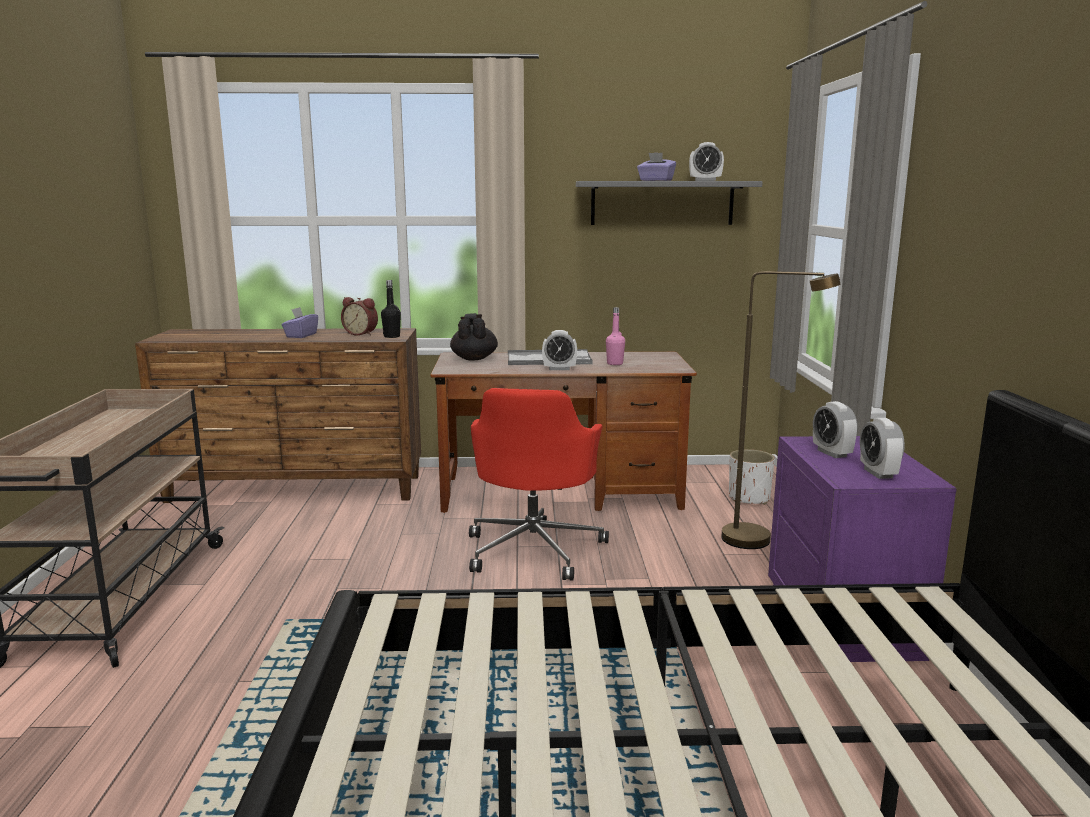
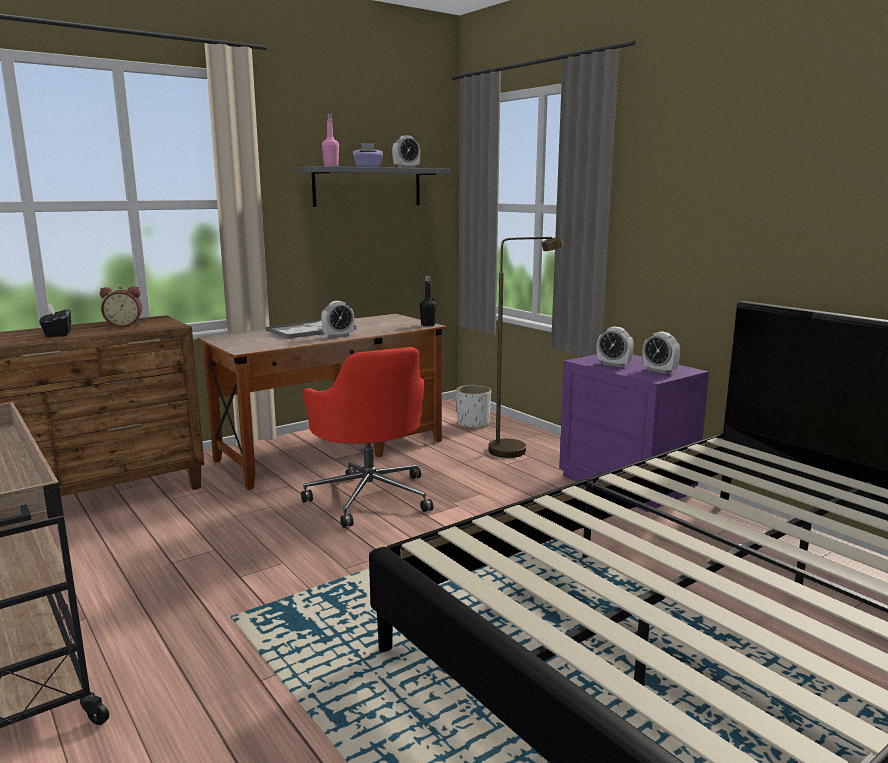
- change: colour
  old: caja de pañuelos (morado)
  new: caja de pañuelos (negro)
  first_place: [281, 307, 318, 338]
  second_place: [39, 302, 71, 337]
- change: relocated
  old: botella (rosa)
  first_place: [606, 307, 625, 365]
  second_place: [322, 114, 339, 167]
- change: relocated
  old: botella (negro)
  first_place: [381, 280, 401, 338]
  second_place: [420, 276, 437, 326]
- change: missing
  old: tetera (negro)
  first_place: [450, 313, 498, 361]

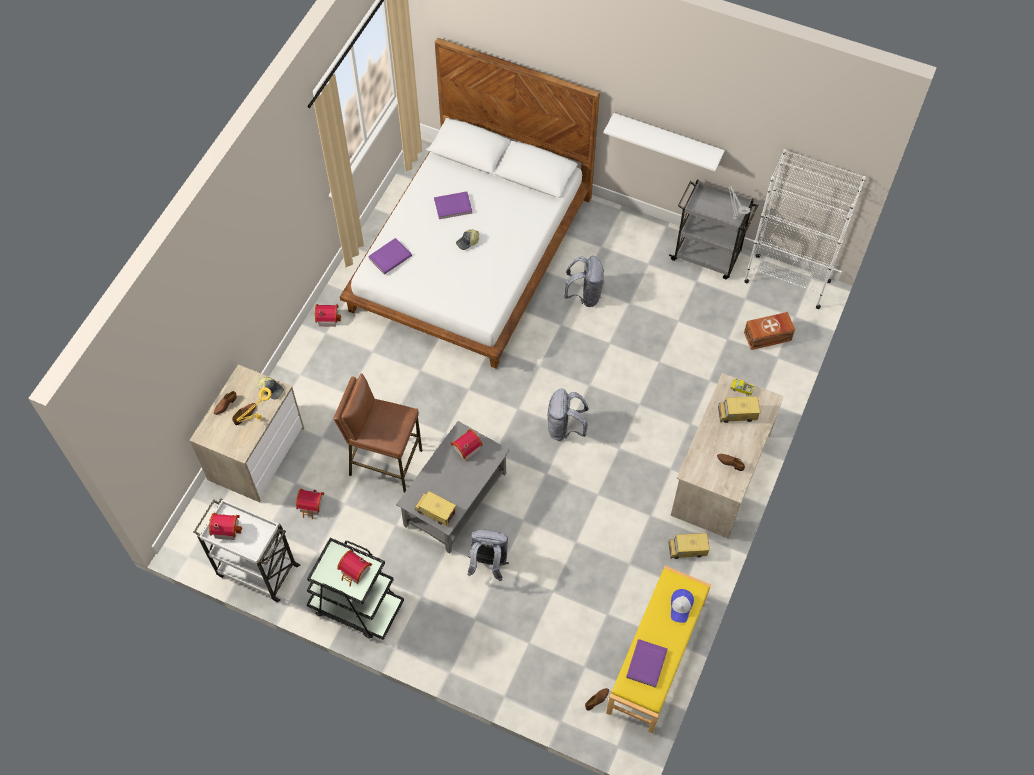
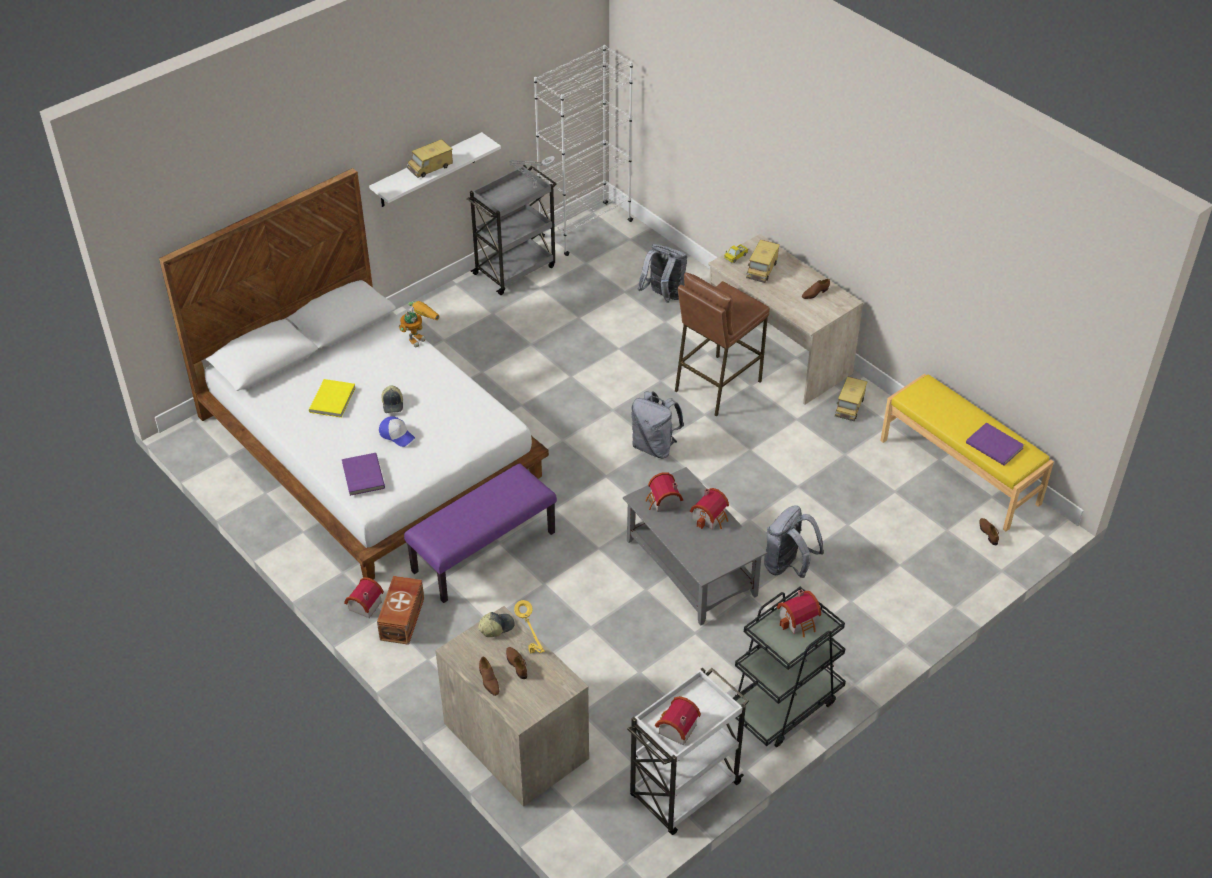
- change: colour
  old: libro (morado)
  new: libro (amarillo)
  first_place: [434, 192, 472, 219]
  second_place: [309, 379, 356, 418]
- change: relocated
  old: caja de almacenaje (marrón)
  first_place: [744, 312, 795, 350]
  second_place: [377, 576, 424, 645]
- change: relocated
  old: gorra
  first_place: [671, 589, 694, 623]
  second_place: [379, 416, 415, 447]
- change: appeared
  new: robot de juguete
  second_place: [399, 301, 440, 348]
- change: appeared
  new: banco (morado)
  second_place: [404, 464, 557, 603]
- change: relocated
  old: camión de juguete
  first_place: [414, 491, 456, 526]
  second_place: [407, 139, 453, 178]
- change: relocated
  old: mochila (gris)
  first_place: [564, 256, 604, 307]
  second_place: [638, 244, 687, 303]
- change: relocated
  old: taburete (marrón)
  first_place: [333, 373, 422, 493]
  second_place: [675, 273, 770, 417]
- change: relocated
  old: casita
  first_place: [296, 489, 324, 519]
  second_place: [690, 488, 729, 529]

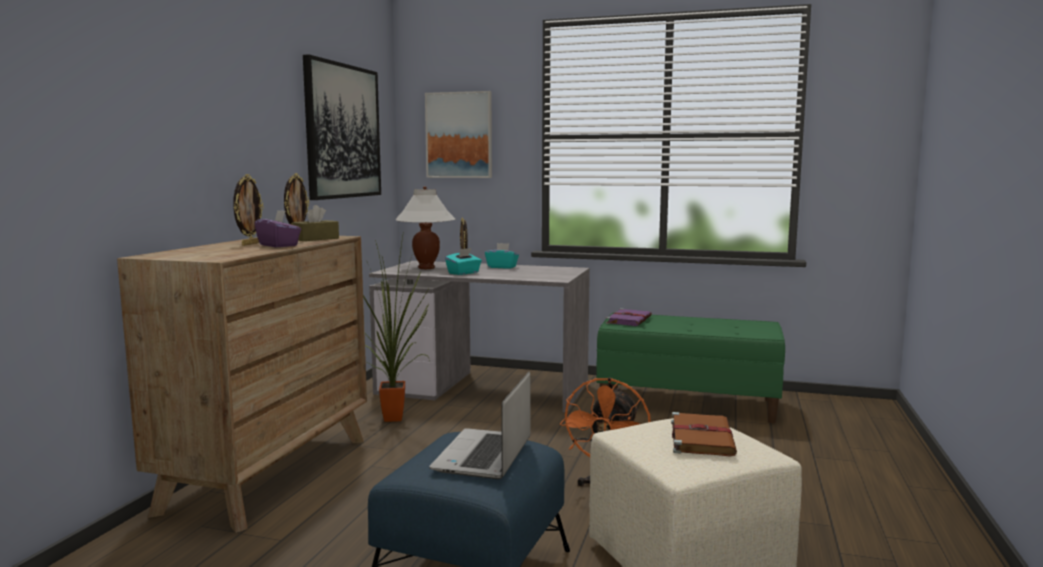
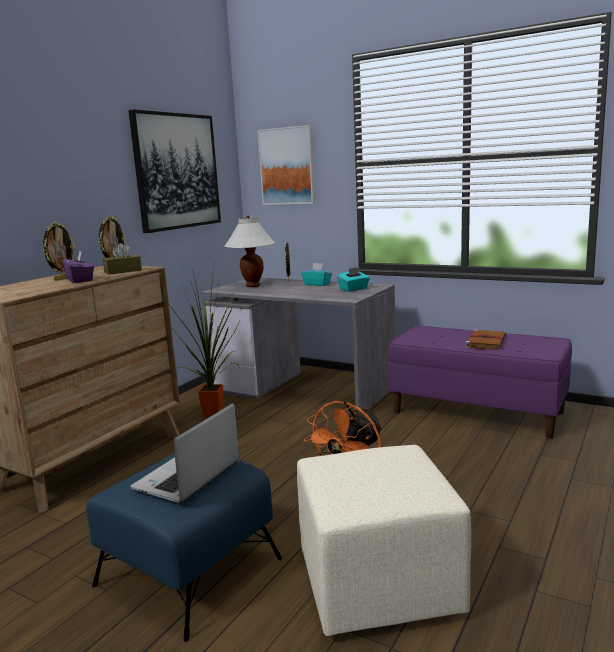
- change: relocated
  old: caja de pañuelos (turquesa)
  first_place: [445, 248, 482, 275]
  second_place: [337, 267, 370, 292]
- change: colour
  old: banco (verde)
  new: banco (morado)
  first_place: [596, 313, 785, 423]
  second_place: [387, 326, 572, 439]
- change: relocated
  old: libro (marrón)
  first_place: [671, 412, 737, 456]
  second_place: [465, 330, 506, 350]
- change: missing
  old: libro (morado)
  first_place: [606, 309, 652, 326]

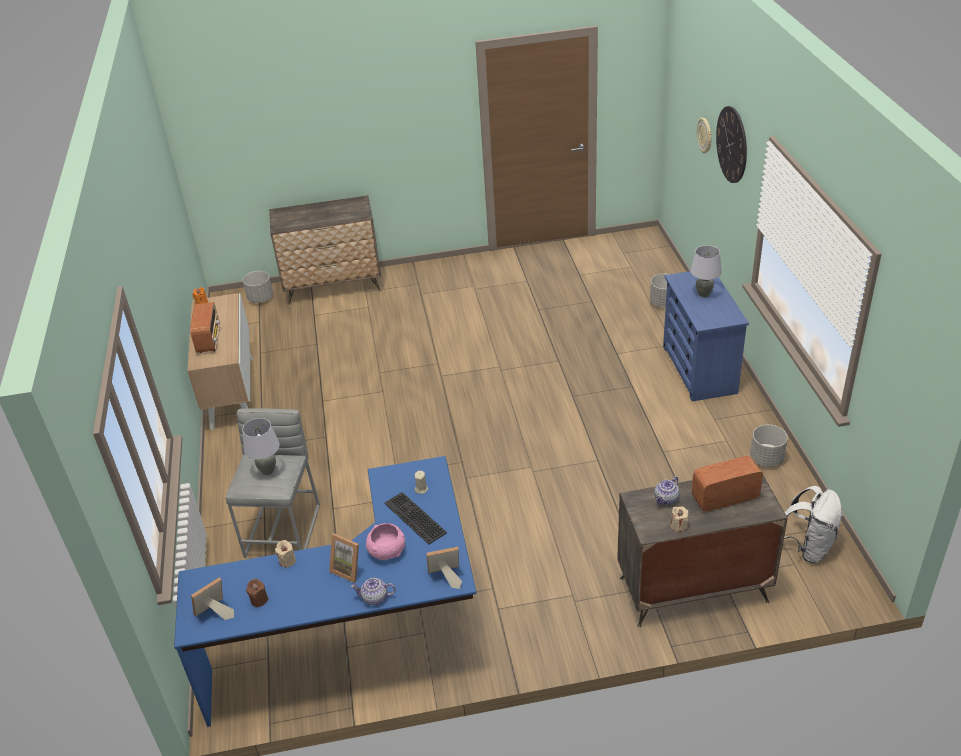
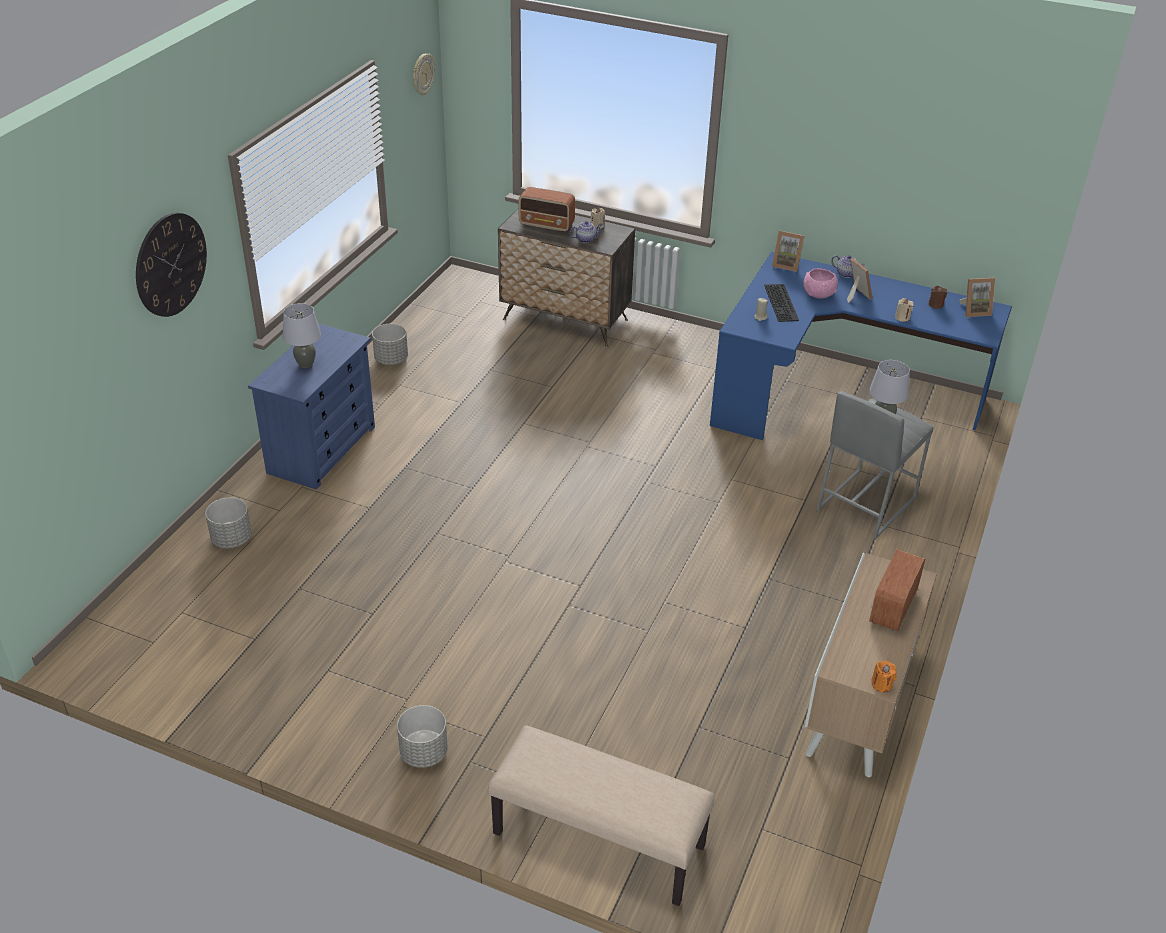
- change: relocated
  old: maceta (gris)
  first_place: [243, 271, 273, 303]
  second_place: [397, 705, 448, 768]
- change: relocated
  old: reloj de pared
  first_place: [697, 117, 712, 153]
  second_place: [413, 53, 435, 95]
- change: exchanged
  old: cómoda
  new: banco (beis)
  first_place: [269, 195, 381, 306]
  second_place: [488, 725, 715, 906]
- change: missing
  old: mochila (blanco)
  first_place: [784, 486, 843, 563]

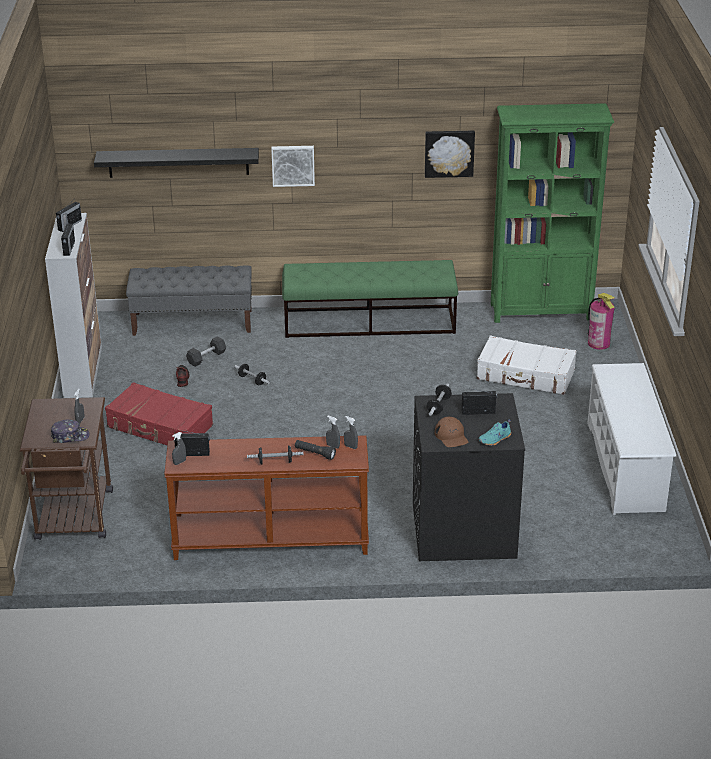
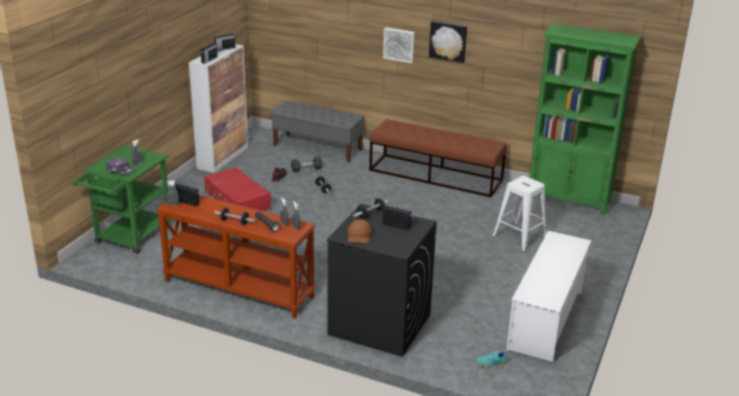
- change: colour
  old: carrito (marrón)
  new: carrito (verde)
  first_place: [20, 397, 113, 540]
  second_place: [72, 145, 172, 254]
- change: colour
  old: banco (verde)
  new: banco (marrón)
  first_place: [282, 260, 458, 338]
  second_place: [369, 119, 507, 197]
- change: relocated
  old: cuadro
  first_place: [425, 131, 475, 178]
  second_place: [429, 21, 467, 63]
- change: relocated
  old: zapato (turquesa)
  first_place: [479, 419, 511, 446]
  second_place: [477, 351, 508, 368]
- change: exchanged
  old: maleta (blanco)
  new: taburete (blanco)
  first_place: [477, 336, 577, 395]
  second_place: [492, 176, 547, 252]
- change: missing
  old: estante (negro)
  first_place: [94, 148, 259, 178]
- change: missing
  old: extintor
  first_place: [588, 293, 615, 350]

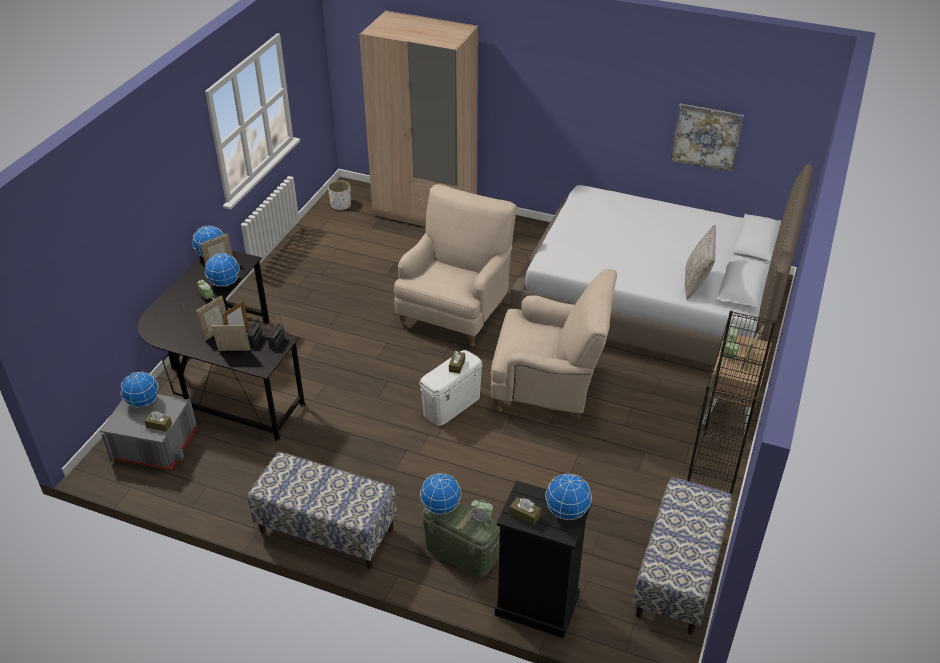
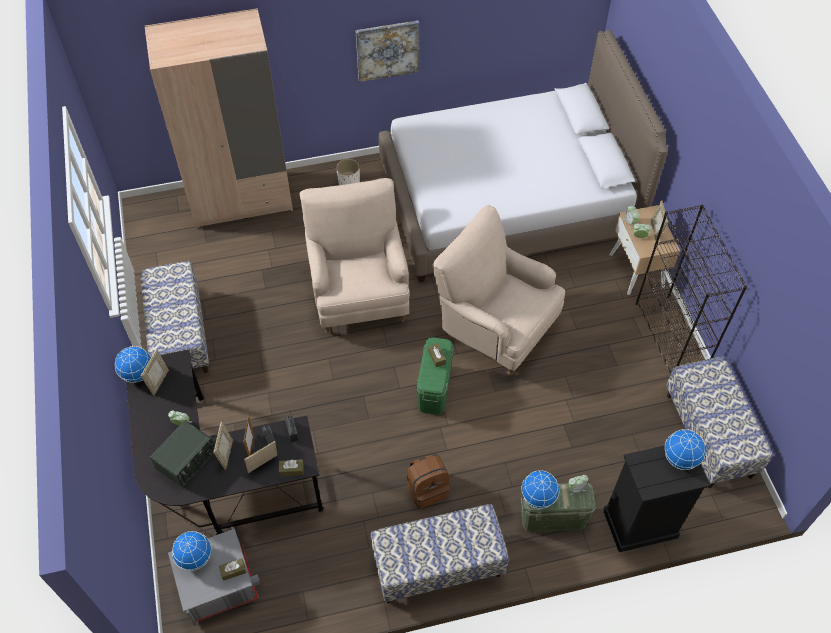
- change: appeared
  new: banco
  second_place: [140, 261, 209, 373]
- change: appeared
  new: radio
  second_place: [150, 420, 215, 487]
- change: relocated
  old: caja de pañuelos (marrón)
  first_place: [510, 497, 541, 526]
  second_place: [279, 459, 303, 477]
- change: relocated
  old: maceta (blanco)
  first_place: [328, 180, 351, 210]
  second_place: [336, 159, 360, 185]
- change: relocated
  old: cuadro
  first_place: [671, 103, 744, 173]
  second_place: [356, 20, 419, 82]
- change: appeared
  new: mochila (marrón)
  second_place: [407, 455, 450, 509]
- change: colour
  old: caja de almacenaje (blanco)
  new: caja de almacenaje (verde)
  first_place: [420, 350, 482, 426]
  second_place: [416, 337, 454, 415]
- change: spun
  old: sillón (beis)
  first_place: [491, 269, 617, 421]
  second_place: [432, 205, 565, 375]
  degrees: -120
- change: missing
  old: globo terráqueo
  first_place: [205, 253, 240, 287]
- change: missing
  old: cojín (gris)
  first_place: [685, 225, 716, 300]

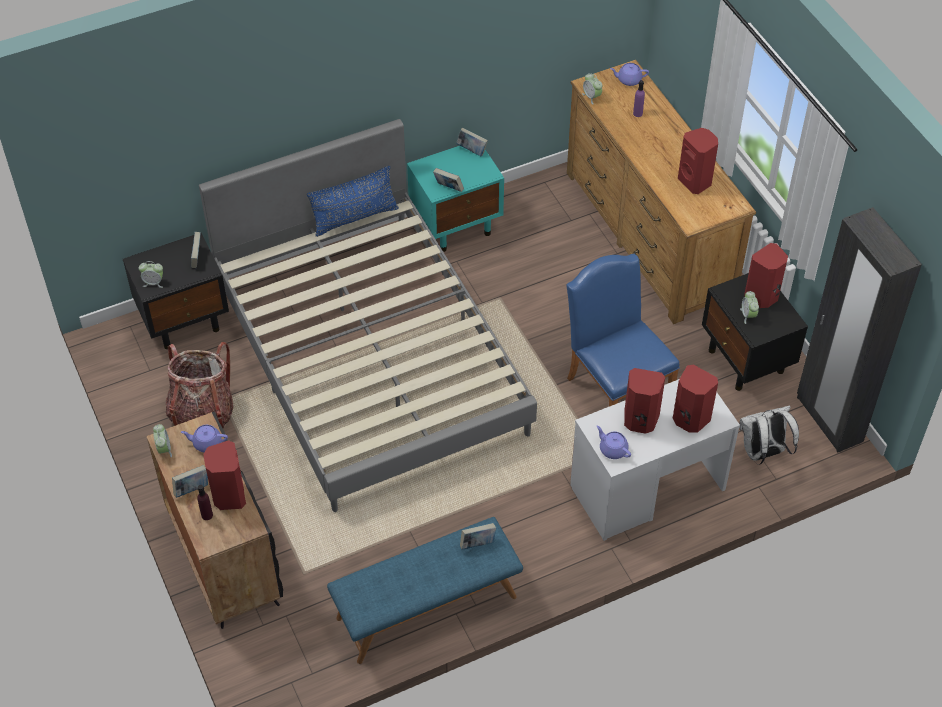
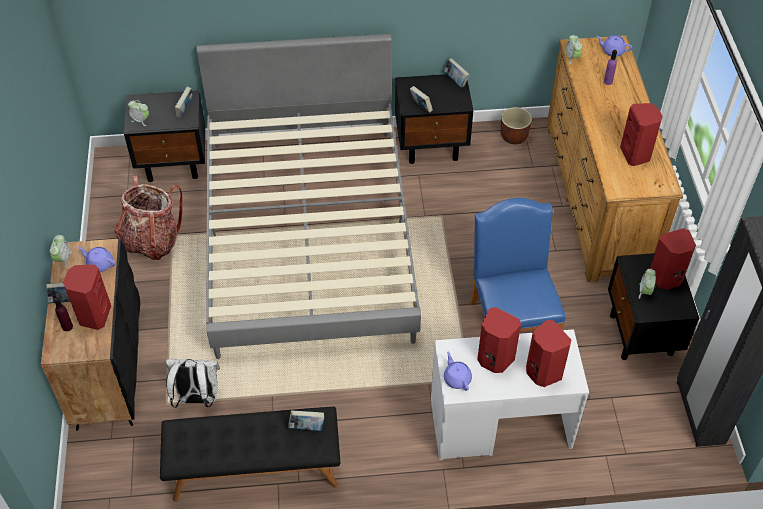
- change: colour
  old: banco (azul)
  new: banco (negro)
  first_place: [327, 517, 523, 664]
  second_place: [160, 407, 340, 502]
- change: relocated
  old: mochila (blanco)
  first_place: [739, 405, 799, 465]
  second_place: [166, 359, 220, 408]
- change: colour
  old: mesita de noche (turquesa)
  new: mesita de noche (negro)
  first_place: [407, 146, 504, 252]
  second_place: [395, 74, 473, 164]
- change: appeared
  new: maceta (marrón)
  second_place: [501, 107, 532, 144]
- change: missing
  old: cojín (azul)
  first_place: [307, 166, 399, 237]

